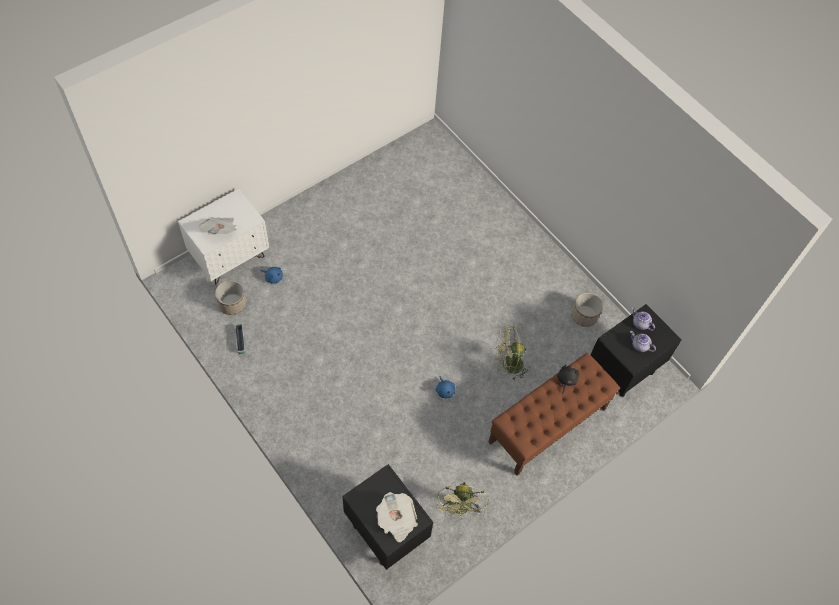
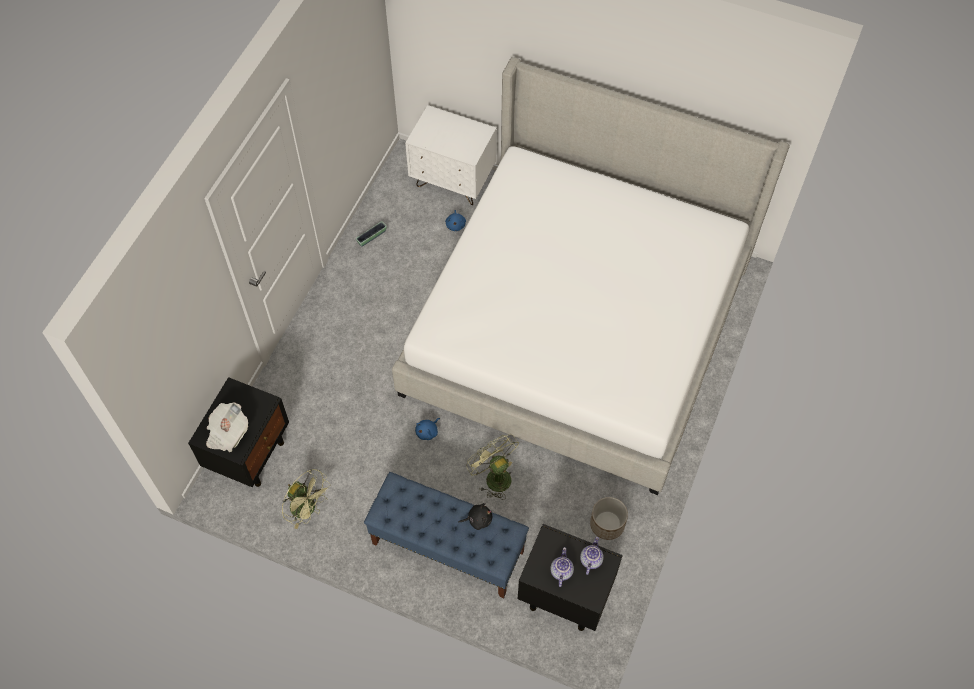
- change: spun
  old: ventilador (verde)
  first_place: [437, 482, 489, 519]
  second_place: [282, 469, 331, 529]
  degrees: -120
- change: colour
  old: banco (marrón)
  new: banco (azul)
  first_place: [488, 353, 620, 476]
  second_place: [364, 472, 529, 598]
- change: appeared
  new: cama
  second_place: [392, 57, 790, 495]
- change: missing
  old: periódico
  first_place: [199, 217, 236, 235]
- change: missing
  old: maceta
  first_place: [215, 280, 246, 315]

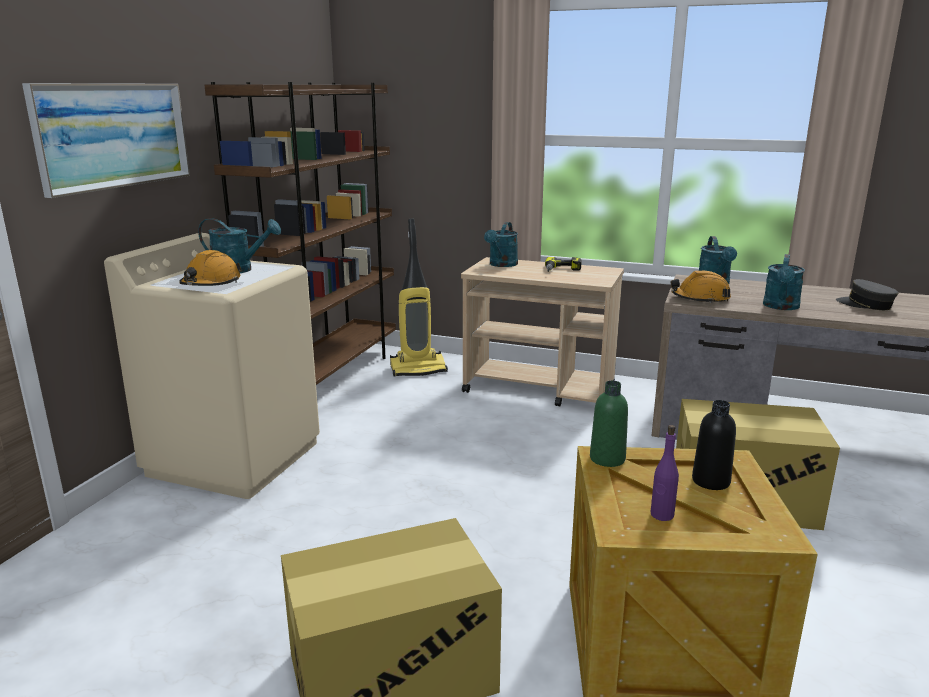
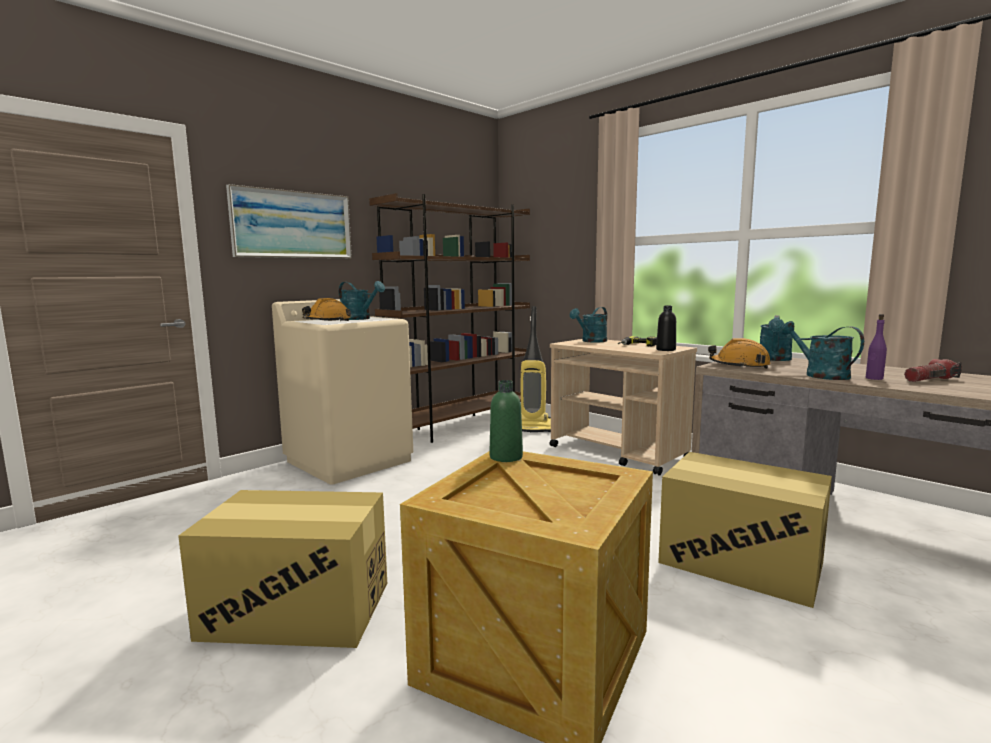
- change: relocated
  old: botella (negro)
  first_place: [692, 400, 736, 490]
  second_place: [656, 306, 676, 351]
- change: spun
  old: regadera (turquesa)
  first_place: [763, 254, 805, 310]
  second_place: [780, 321, 864, 380]
  degrees: 105
- change: relocated
  old: botella (morado)
  first_place: [651, 425, 679, 521]
  second_place: [866, 314, 887, 380]
- change: exchanged
  old: gorra (gris)
  new: linterna
  first_place: [836, 279, 899, 310]
  second_place: [904, 359, 962, 382]

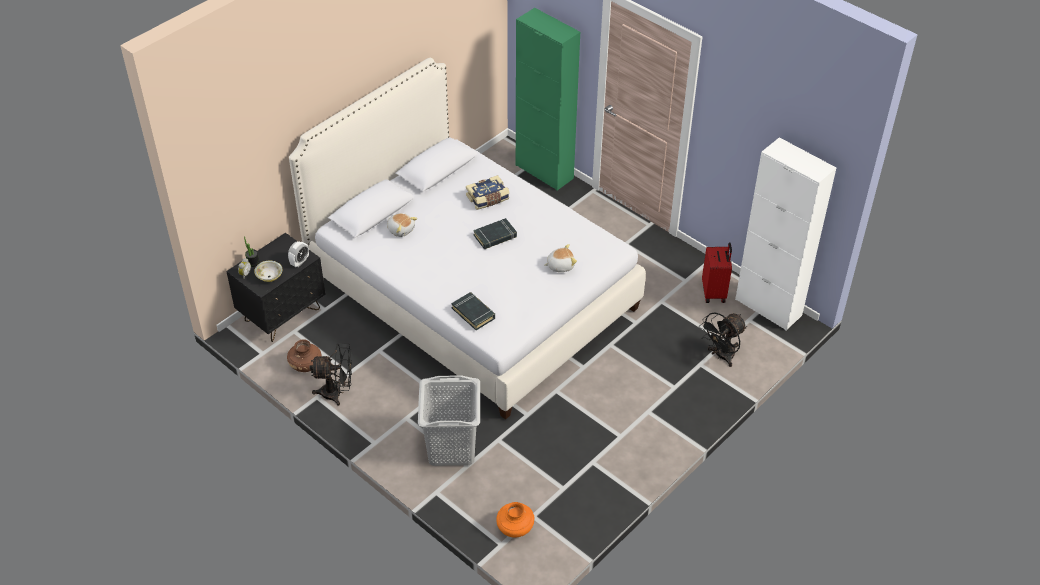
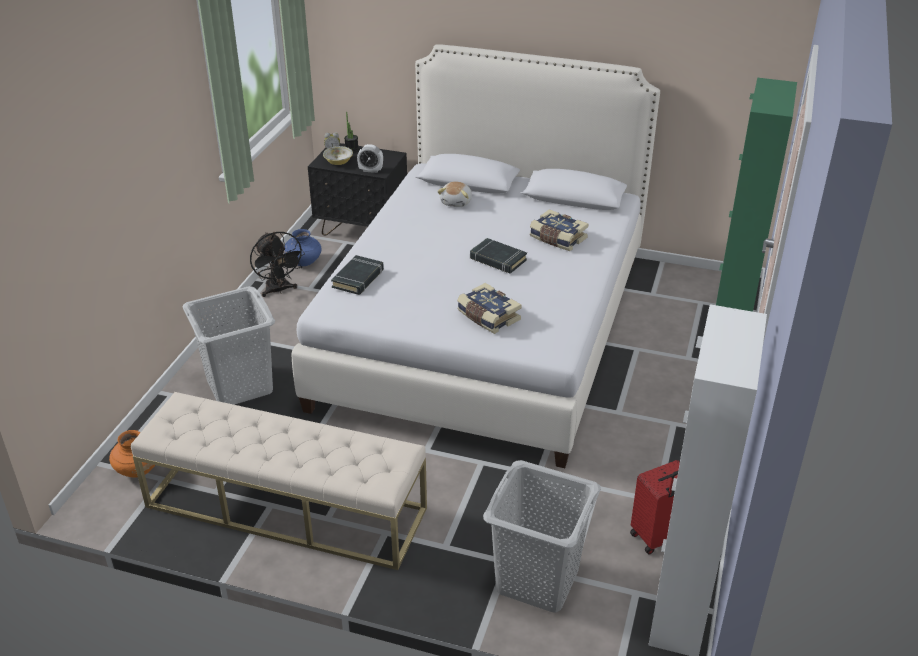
- change: appeared
  new: banco (beis)
  second_place: [131, 392, 427, 570]
- change: colour
  old: florero (marrón)
  new: florero (azul)
  first_place: [287, 339, 322, 372]
  second_place: [284, 229, 321, 266]
- change: exchanged
  old: peluche
  new: libro
  first_place: [544, 244, 577, 272]
  second_place: [457, 283, 522, 334]
- change: exchanged
  old: ventilador (negro)
  new: cesto de la ropa (gris)
  first_place: [699, 312, 747, 367]
  second_place: [483, 460, 601, 613]

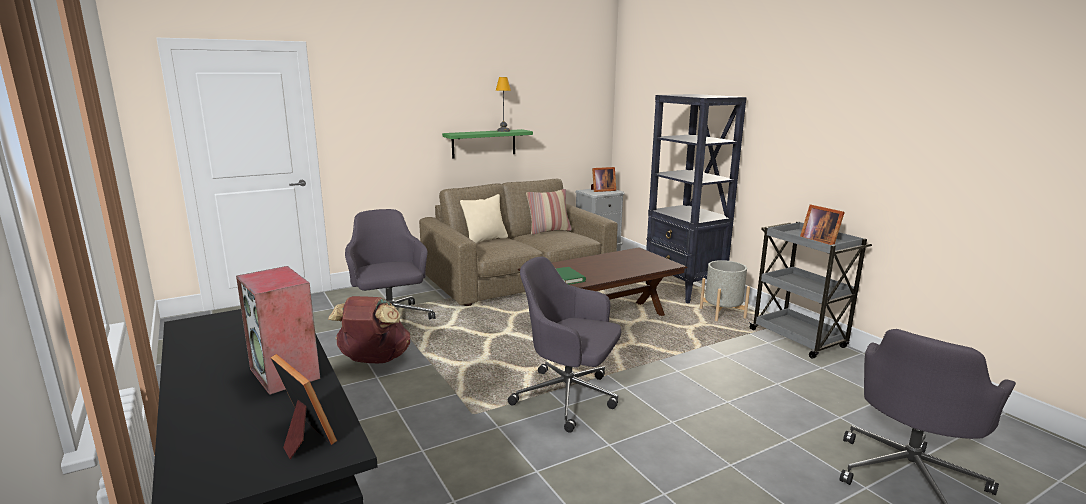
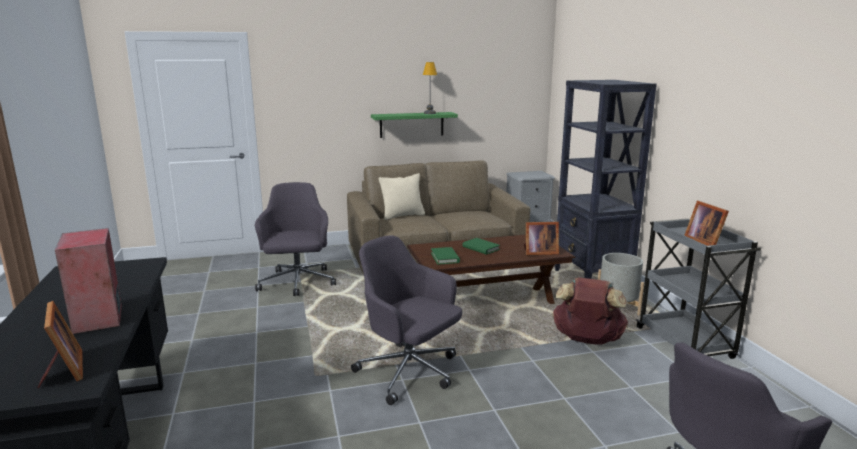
- change: appeared
  new: libro (verde)
  second_place: [462, 238, 500, 255]
- change: relocated
  old: portarretratos
  first_place: [591, 167, 616, 192]
  second_place: [524, 222, 559, 255]
- change: relocated
  old: mochila (marrón)
  first_place: [328, 296, 410, 363]
  second_place: [552, 277, 628, 345]
- change: missing
  old: cojín
  first_place: [526, 189, 572, 235]

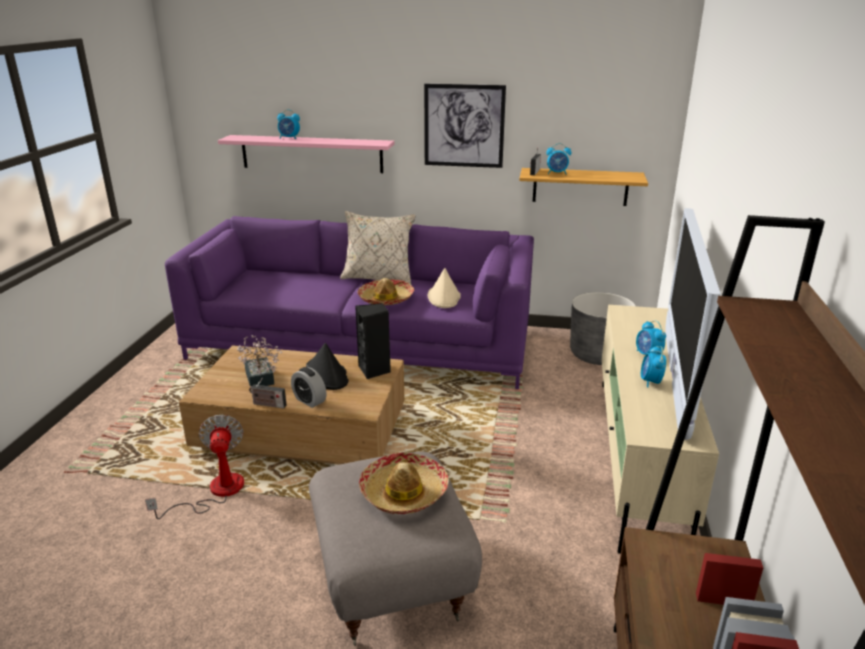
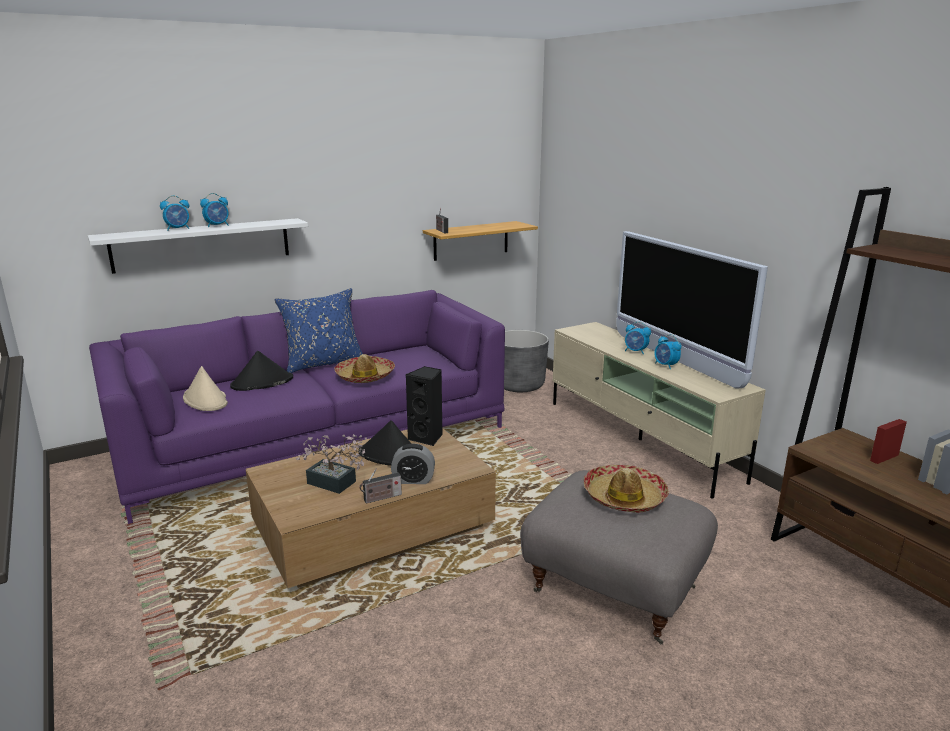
- change: colour
  old: estante (rosa)
  new: estante (blanco)
  first_place: [218, 135, 394, 173]
  second_place: [88, 218, 308, 274]
- change: relocated
  old: sombrero (beis)
  first_place: [427, 268, 461, 308]
  second_place: [183, 366, 228, 411]
- change: relocated
  old: despertador
  first_place: [546, 143, 571, 174]
  second_place: [200, 193, 228, 227]
- change: appeared
  new: sombrero (negro)
  second_place: [230, 351, 293, 391]
- change: colour
  old: cojín (beis)
  new: cojín (azul)
  first_place: [340, 211, 416, 284]
  second_place: [274, 288, 363, 373]
- change: missing
  old: ventilador
  first_place: [145, 414, 244, 519]
- change: missing
  old: cuadro
  first_place: [424, 84, 506, 168]

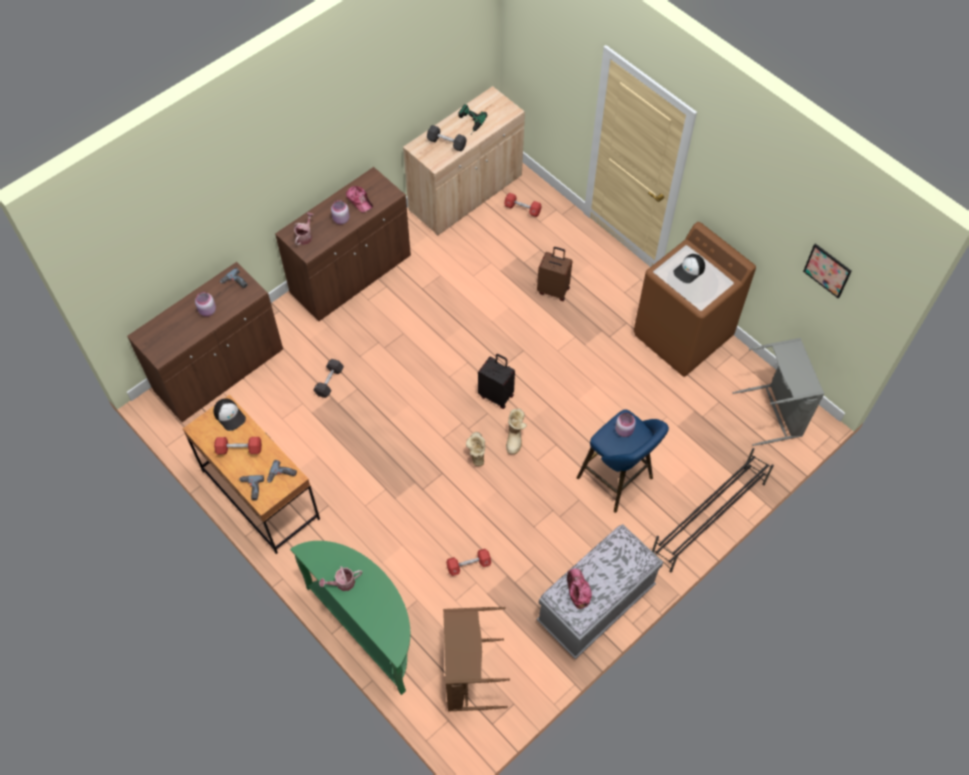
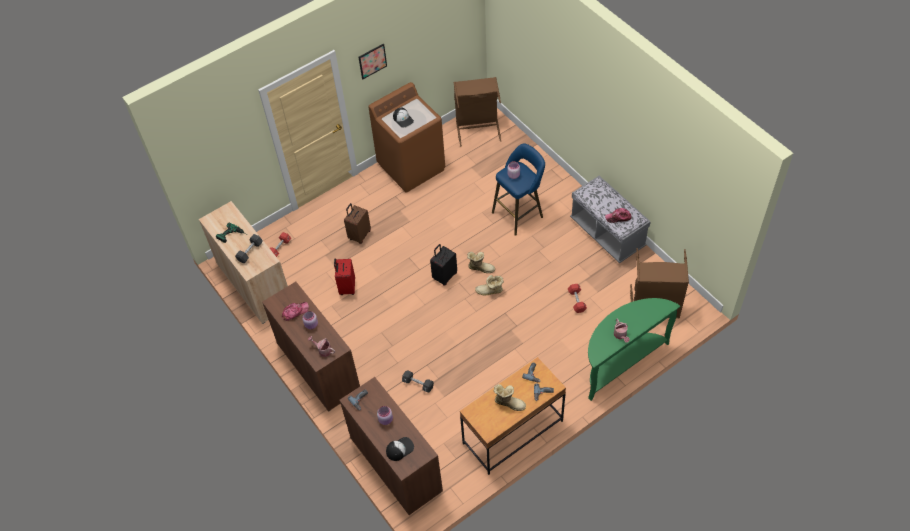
- change: appeared
  new: maleta (rojo)
  second_place: [334, 258, 355, 295]
- change: relocated
  old: cuadro
  first_place: [803, 244, 852, 298]
  second_place: [358, 44, 387, 79]
- change: relocated
  old: gorra
  first_place: [214, 398, 246, 431]
  second_place: [386, 437, 414, 461]
- change: colour
  old: cesto de la ropa (gris)
  new: cesto de la ropa (marrón)
  first_place: [732, 338, 824, 446]
  second_place: [454, 77, 501, 146]
- change: exchanged
  old: mancuerna (rojo)
  new: bota
  first_place: [214, 437, 262, 454]
  second_place: [494, 384, 526, 411]
- change: missing
  old: zapatero (negro)
  first_place: [652, 448, 774, 573]

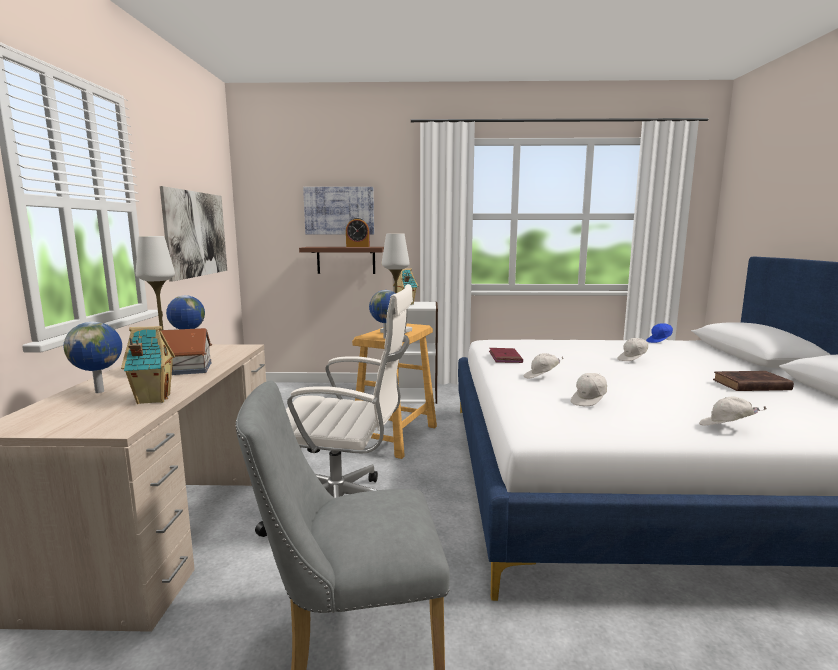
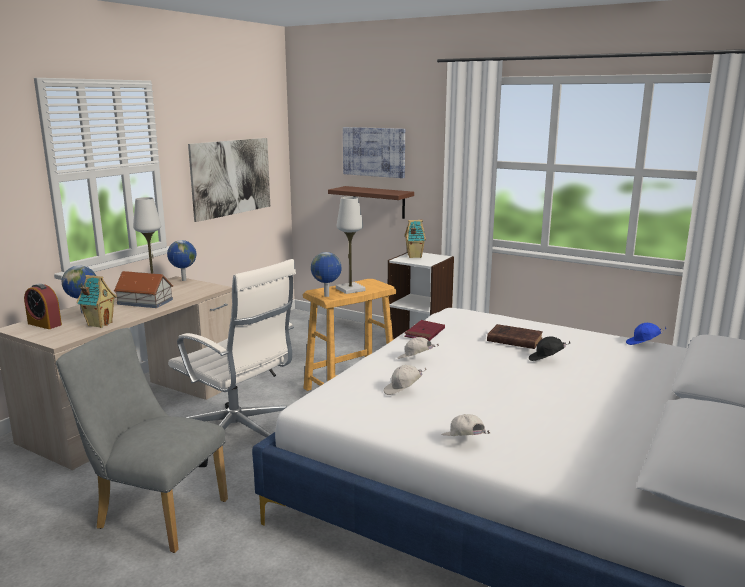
- change: relocated
  old: despertador
  first_place: [346, 218, 370, 247]
  second_place: [24, 283, 62, 329]
- change: relocated
  old: libro (marrón)
  first_place: [713, 371, 794, 391]
  second_place: [487, 324, 543, 349]
- change: colour
  old: gorra (blanco)
  new: gorra (negro)
  first_place: [618, 338, 648, 361]
  second_place: [529, 336, 571, 361]

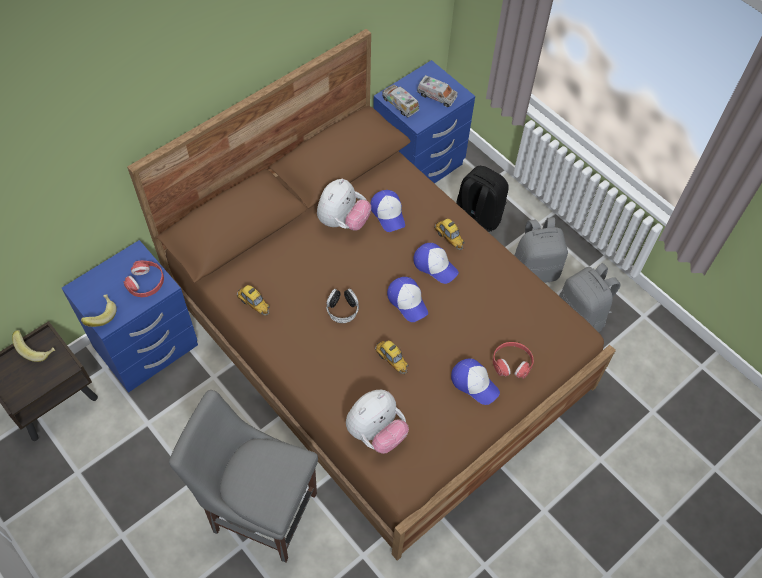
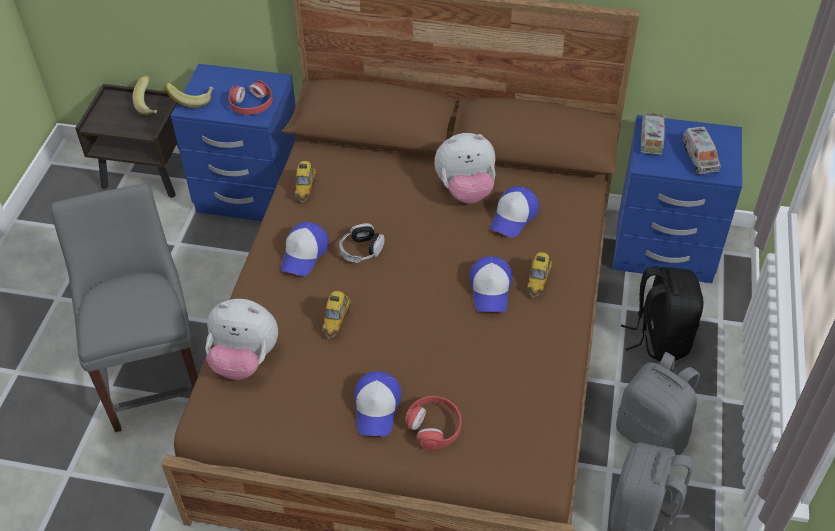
- change: relocated
  old: gorra
  first_place: [387, 277, 428, 322]
  second_place: [281, 222, 329, 276]

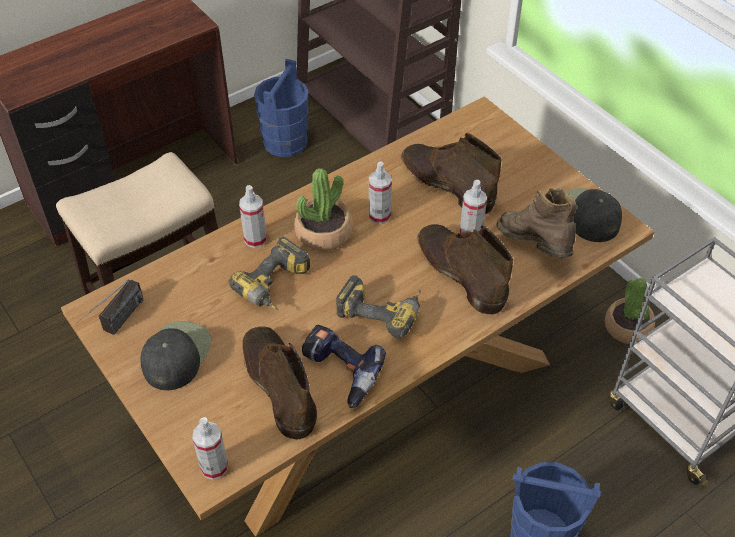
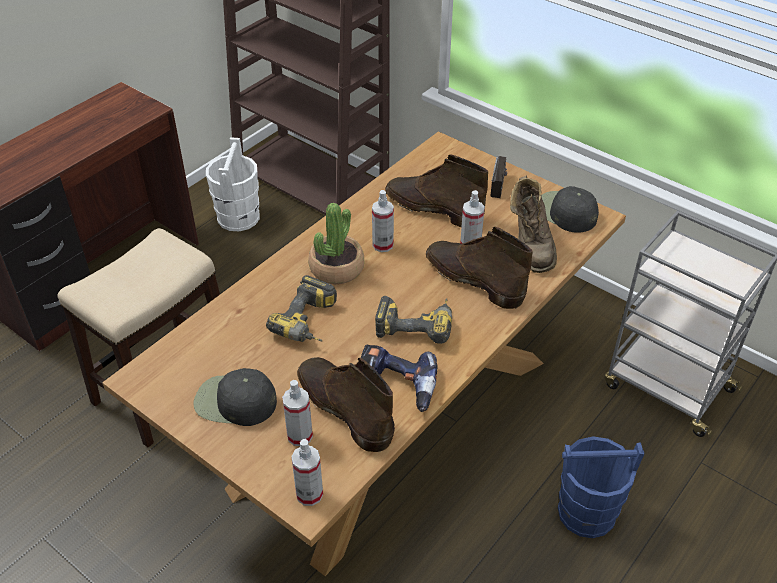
- change: spun
  old: gorra (negro)
  first_place: [141, 321, 211, 390]
  second_place: [194, 368, 277, 426]
  degrees: -75
- change: colour
  old: cubo (azul)
  new: cubo (blanco)
  first_place: [254, 59, 309, 157]
  second_place: [206, 137, 260, 231]
- change: relocated
  old: pulverizador
  first_place: [239, 185, 267, 248]
  second_place: [282, 380, 313, 446]
- change: relocated
  old: radio
  first_place: [76, 279, 144, 335]
  second_place: [490, 156, 507, 198]
- change: spun
  old: bota (marrón)
  first_place: [497, 188, 577, 257]
  second_place: [510, 176, 557, 273]
  degrees: -135
- change: missing
  old: planta en maceta
  first_place: [605, 278, 655, 344]

